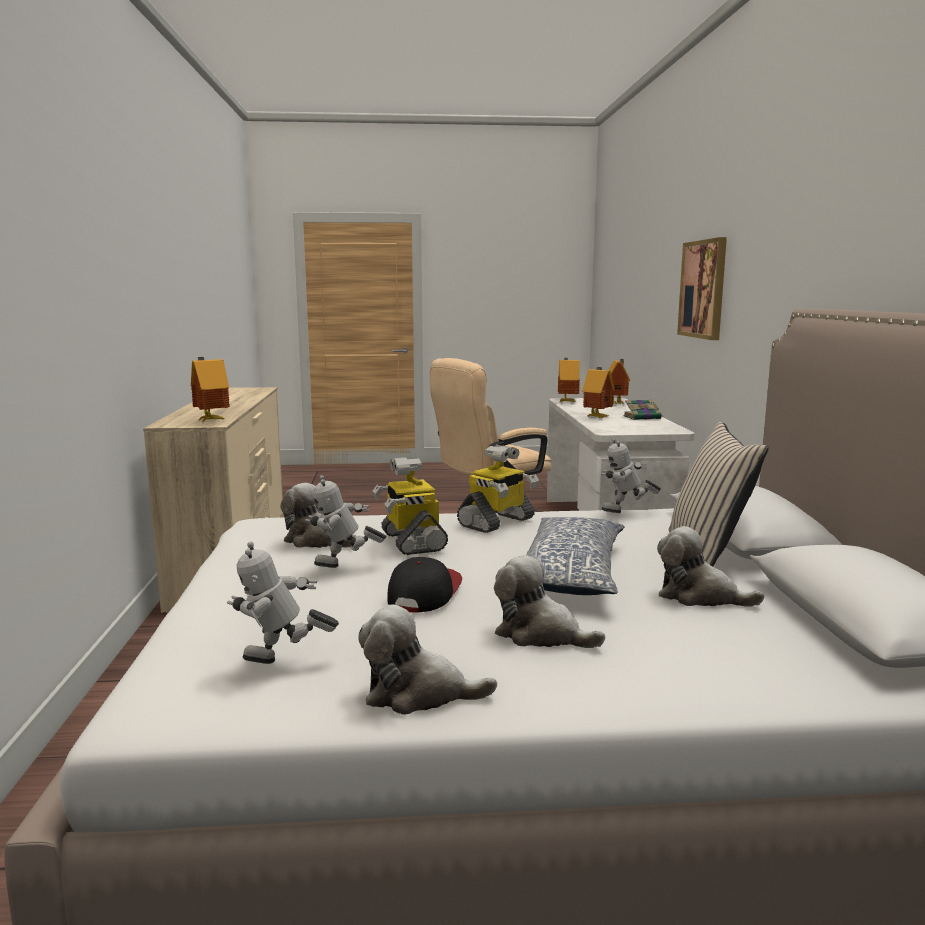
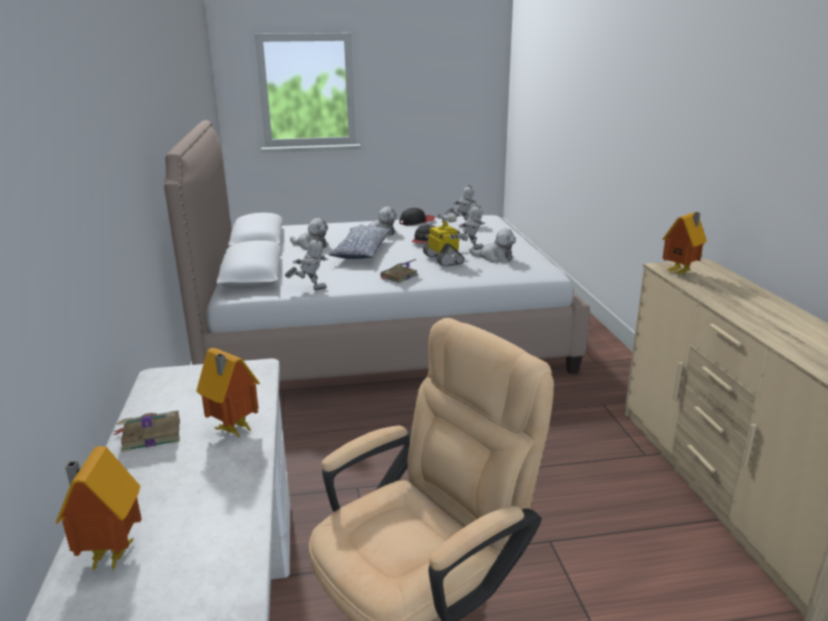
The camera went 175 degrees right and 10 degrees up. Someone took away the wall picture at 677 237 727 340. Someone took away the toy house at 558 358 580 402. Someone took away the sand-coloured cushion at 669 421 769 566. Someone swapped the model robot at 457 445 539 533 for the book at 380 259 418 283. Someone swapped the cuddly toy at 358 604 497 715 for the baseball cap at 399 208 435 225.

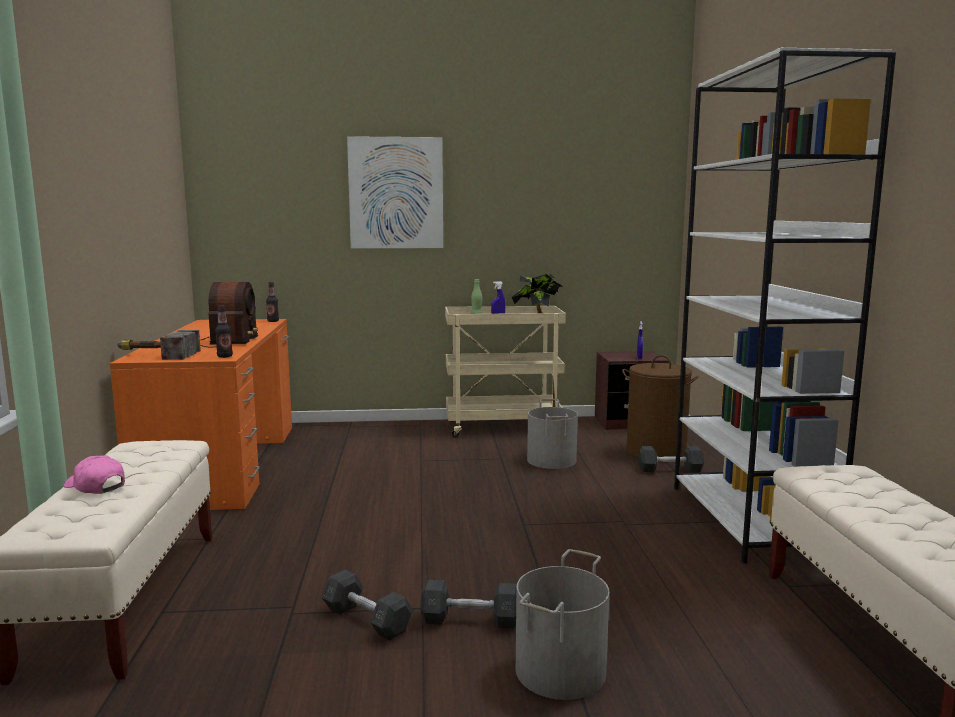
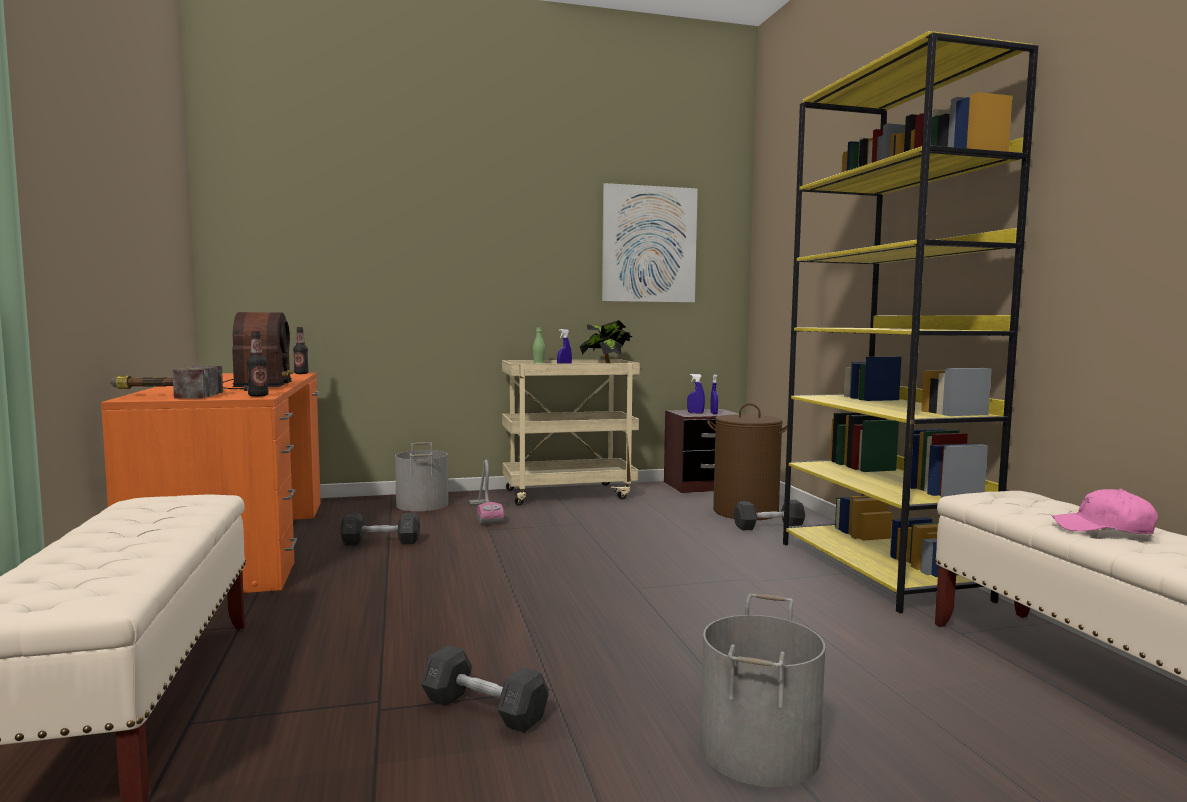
The camera went 10 degrees left and 5 degrees down. Someone repainted the white-coloured bookshelf at 674 48 896 564, which became the yellowish bookshelf at 783 31 1038 613. Someone carried the wall picture from 347 136 443 248 to 602 183 698 303. Someone carried the grey pail from 527 399 578 469 to 395 442 448 511. Someone carried the pink-coloured baseball cap from 64 455 125 494 to 1052 488 1158 534. Someone carried the grey hand weight from 420 580 517 628 to 340 513 420 545. Someone put down the bluish spray bottle at 687 374 705 414. Someone put down the vacuum at 469 460 504 524.

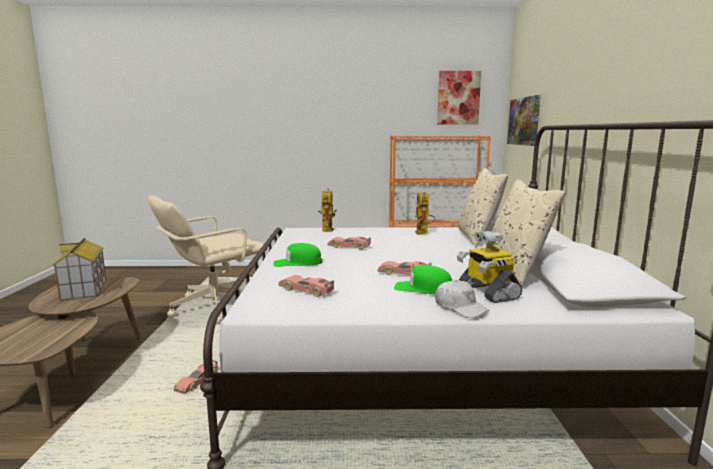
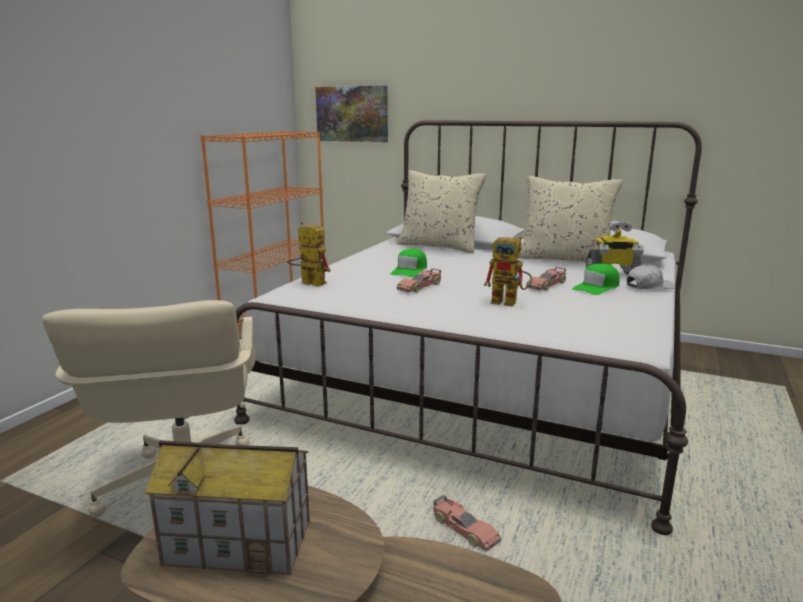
The camera went 65 degrees left and 5 degrees up. Someone took away the wall picture at 437 71 481 125. Someone carried the model robot from 415 192 436 235 to 484 236 532 306. Someone carried the green baseball cap from 273 243 322 267 to 391 249 427 277. Someone took away the model car at 278 275 334 297.

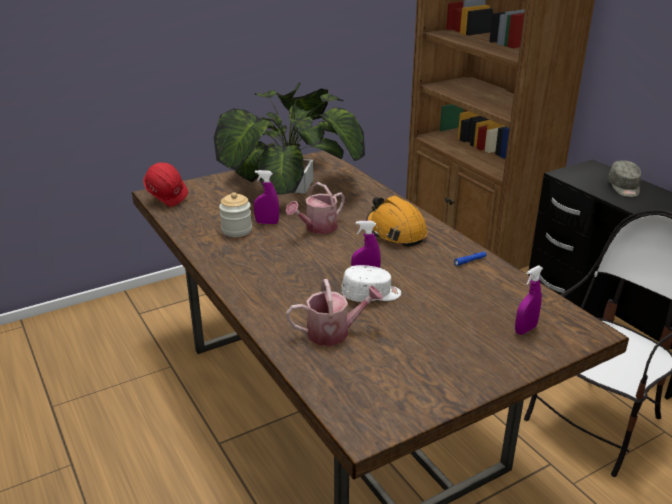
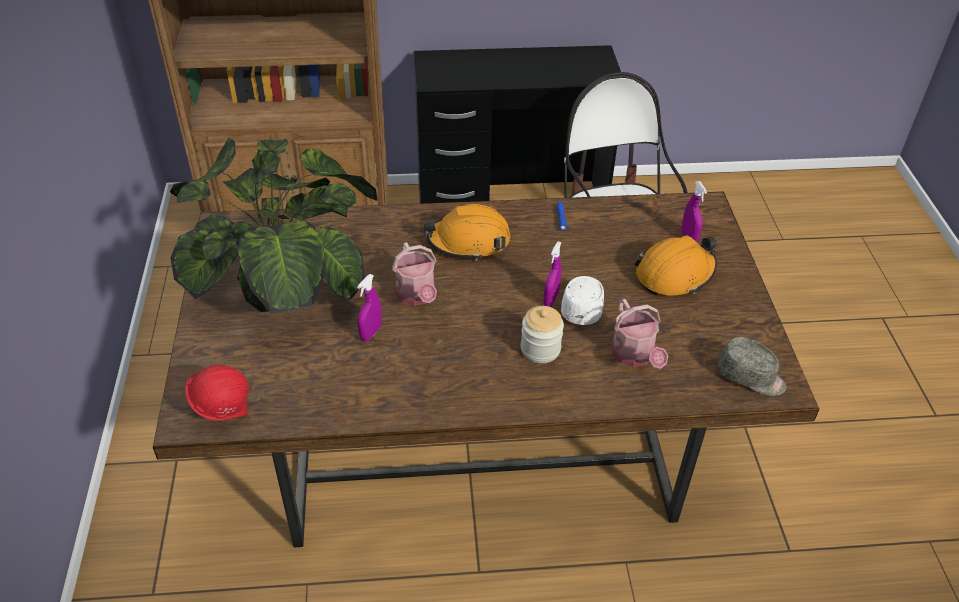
The camera went 65 degrees left and 15 degrees up. Someone carried the grey baseball cap from 608 160 641 197 to 718 337 787 396. Someone carried the preserve jar from 219 192 252 237 to 521 306 564 363. Someone rotated the watering can at 286 279 383 346 by 150 degrees clockwise. Someone put down the orangey safety helmet at 634 235 717 295.

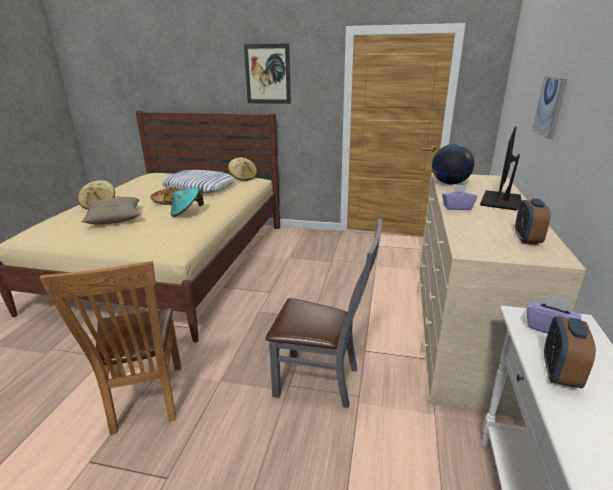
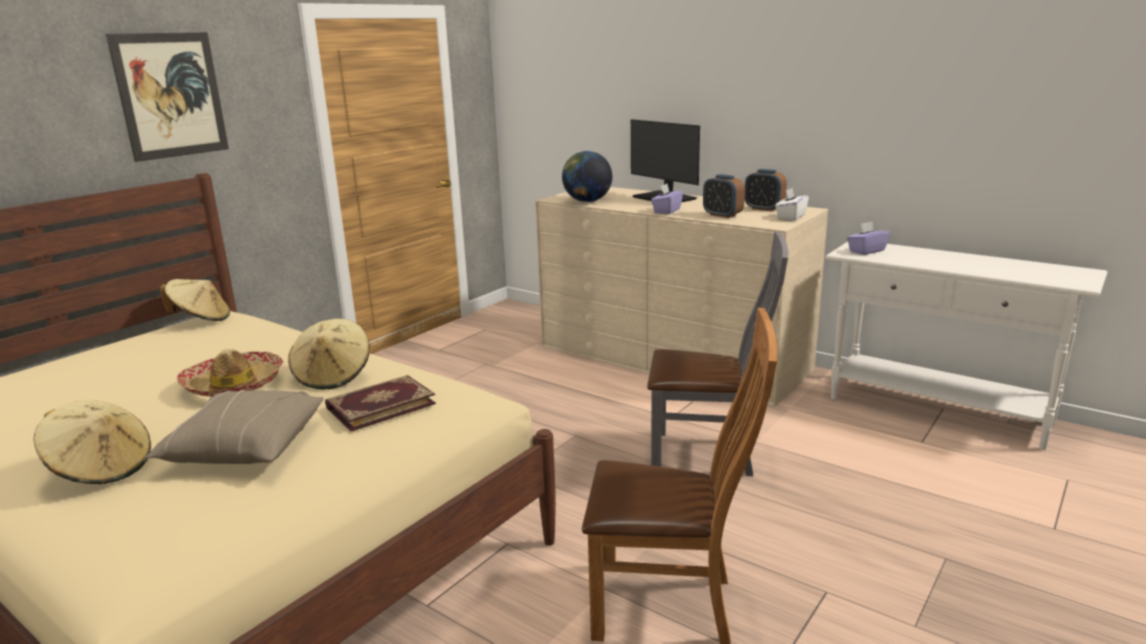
The camera went 65 degrees left and 5 degrees down. Someone took away the wall picture at 533 76 567 139. Someone took away the cushion at 162 170 235 193. Someone repainted the turquoise-coloured hat at 171 188 204 217, which became the sand-coloured hat at 288 319 370 389. Someone rotated the grey chair at 266 219 382 408 by 60 degrees clockwise. Someone carried the bedside clock from 544 316 596 388 to 703 174 745 218. Someone put down the white-coloured tissue box at 775 188 809 220. Someone put down the book at 325 375 436 431.

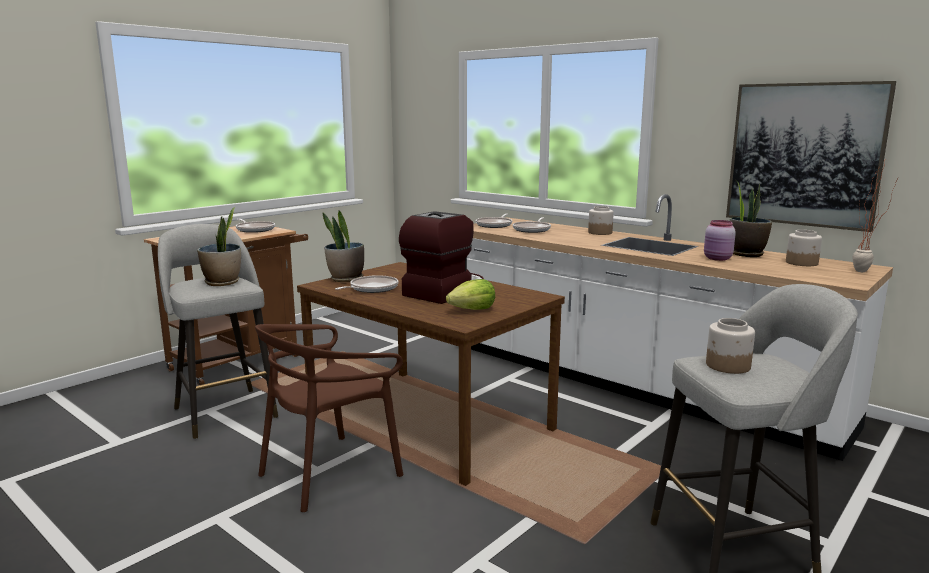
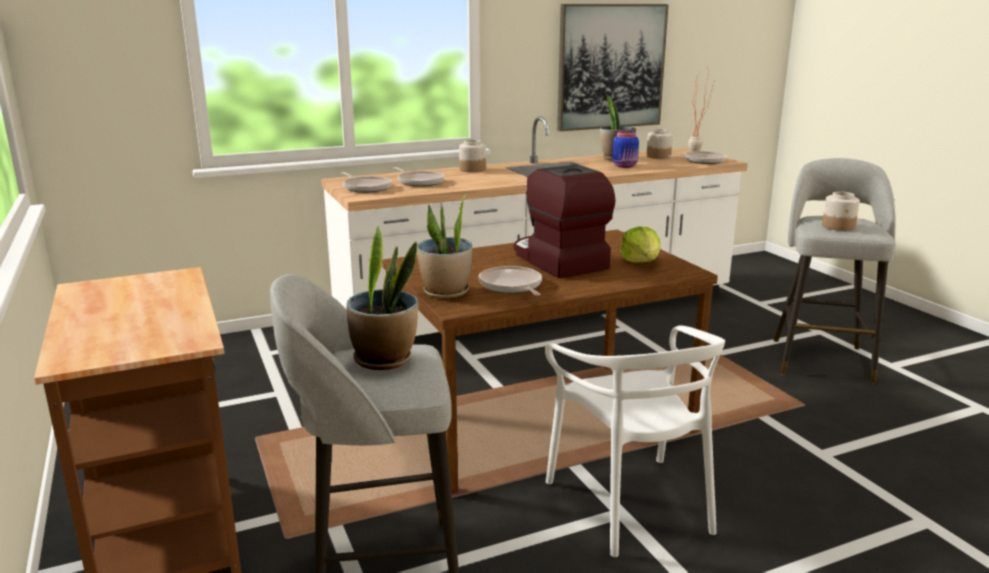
The camera went 65 degrees left and 5 degrees up. Someone carried the pan from 236 219 275 233 to 669 151 726 164. Someone repainted the pink-coloured preserve jar at 704 220 736 261, which became the bluish preserve jar at 612 131 639 168. Someone repainted the brownish chair at 255 324 403 512, which became the white-coloured chair at 545 326 725 557.

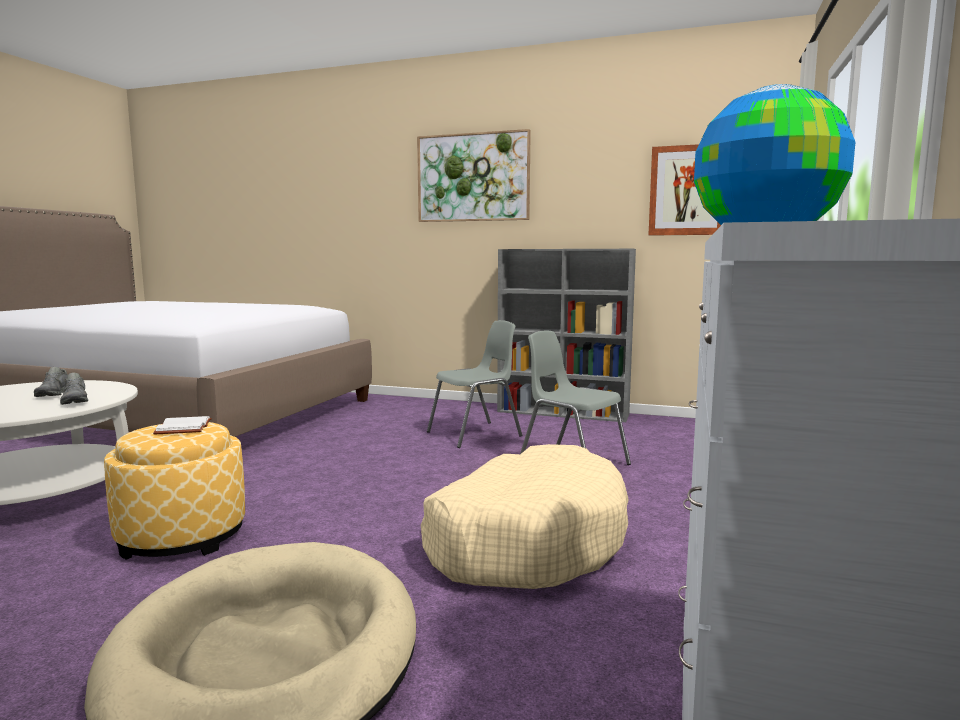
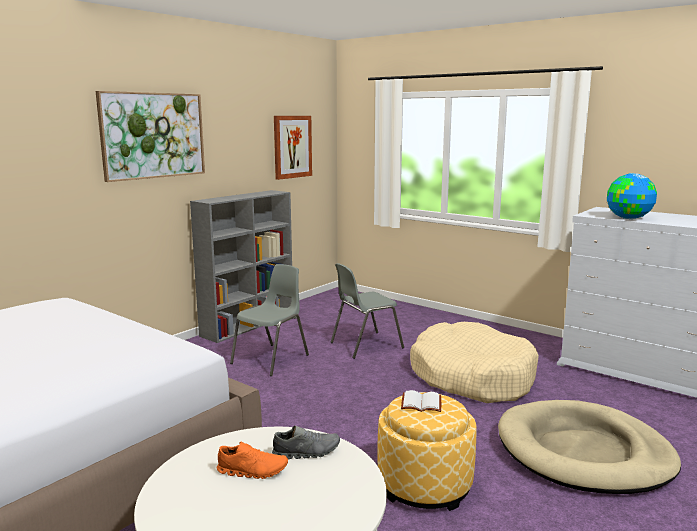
The camera went 70 degrees left and 5 degrees up. Someone rotated the grey chair at 427 320 522 448 by 45 degrees clockwise. Someone repainted the grey item of footwear at 34 367 68 397, which became the orangey item of footwear at 217 442 288 479.

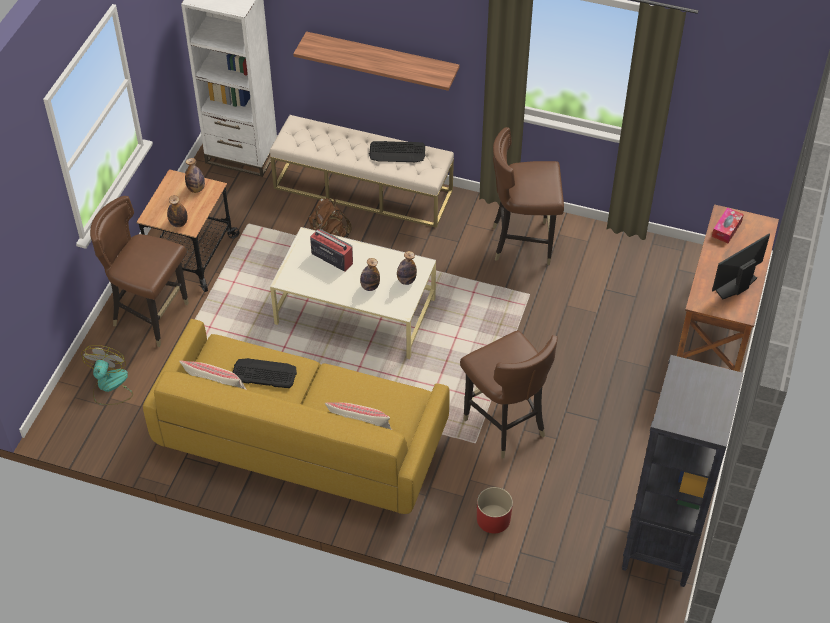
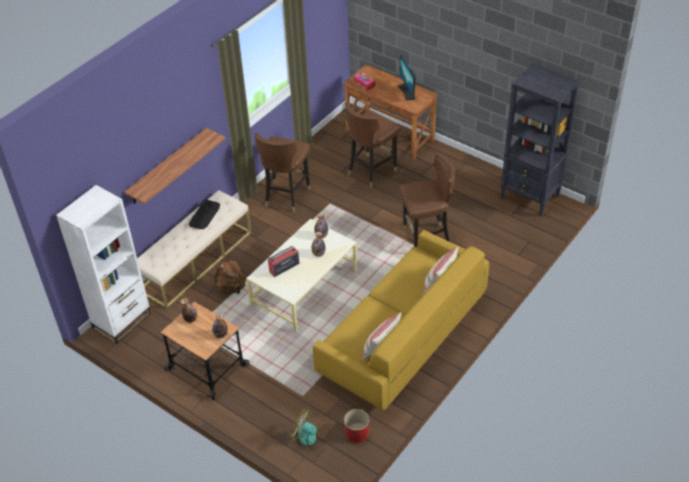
The camera went 70 degrees left and 5 degrees down. Someone carried the brownish chair from 90 196 189 347 to 345 102 401 187. Someone took away the PC keyboard at 233 358 297 388. Someone carried the reddish flower pot from 477 487 513 533 to 344 409 370 443.

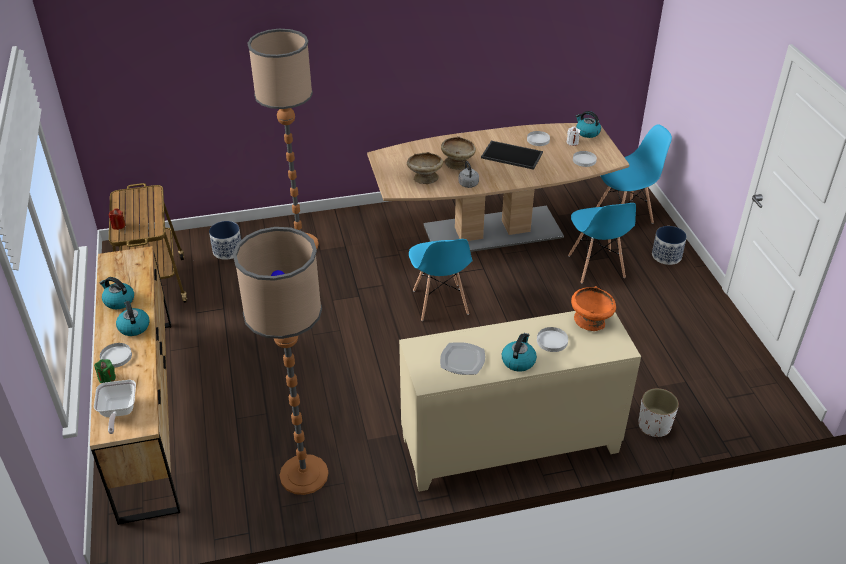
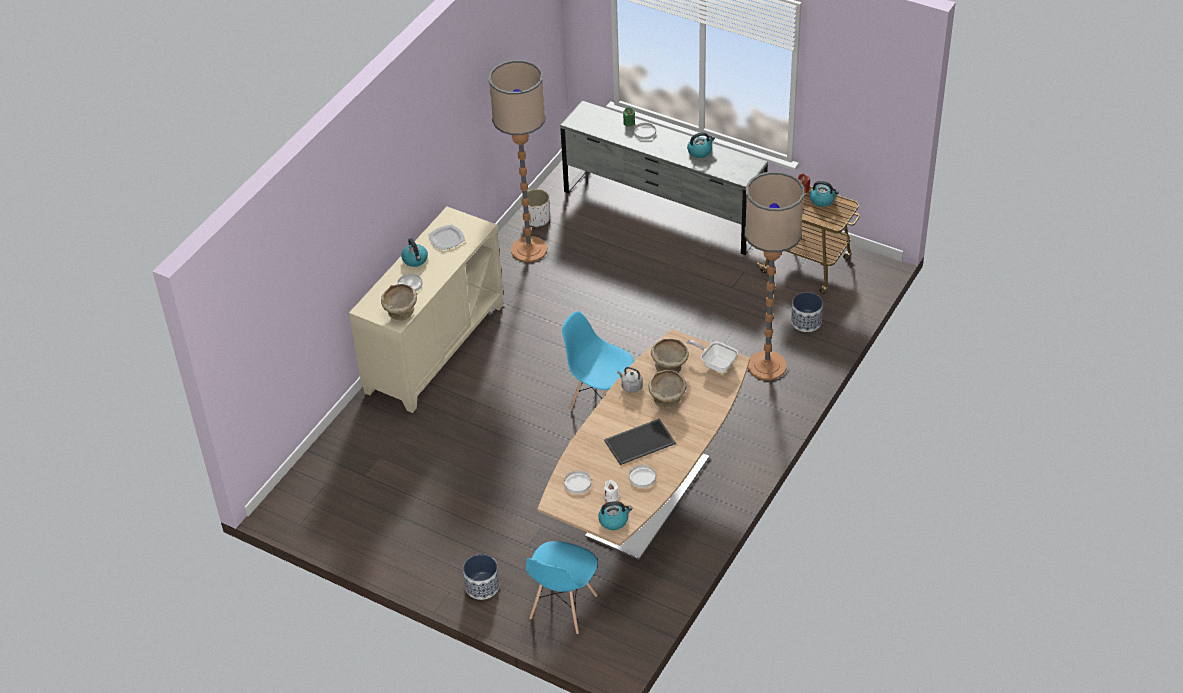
The camera went 135 degrees right and 5 degrees up. Someone took away the bluish chair at 568 203 636 284. Someone repainted the brownish drawer chest at 90 246 180 525, which became the grey drawer chest at 560 101 768 255. Someone repainted the orangey deep dish at 571 286 616 331, which became the sand-coloured deep dish at 381 284 417 321. Someone carried the tea kettle from 116 301 149 336 to 810 181 839 207. Someone carried the pan from 94 380 136 434 to 687 340 738 373. Someone carried the white-coloured flower pot from 638 388 679 437 to 522 189 550 228.

